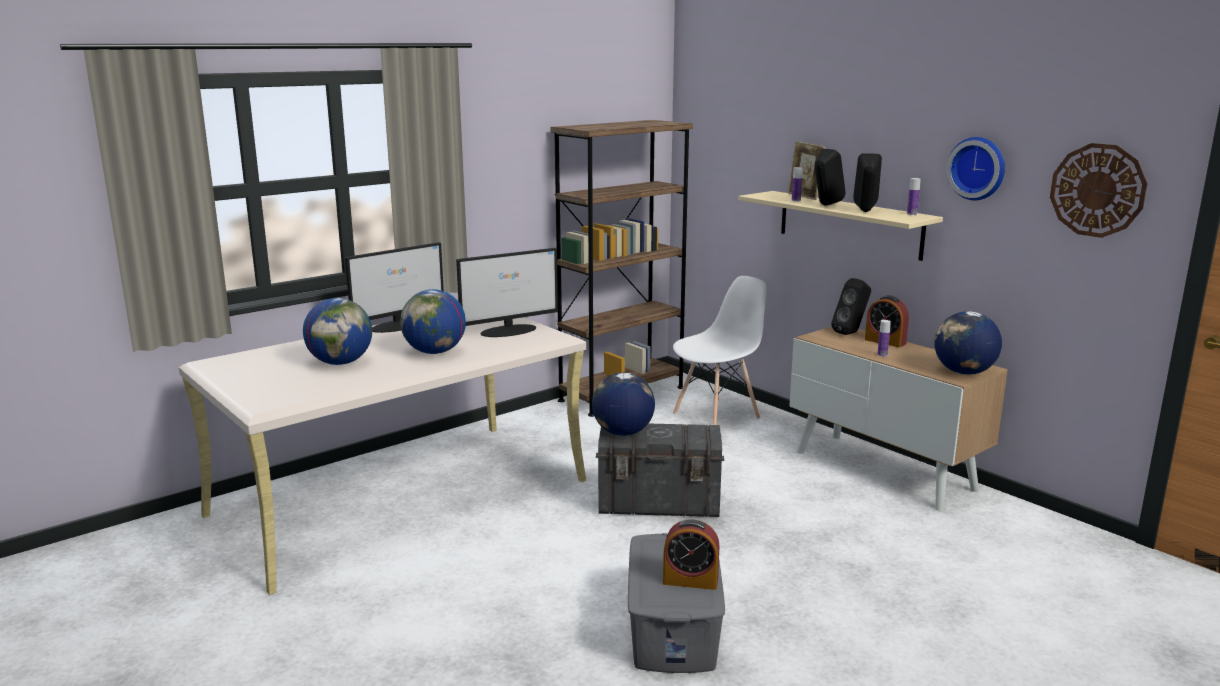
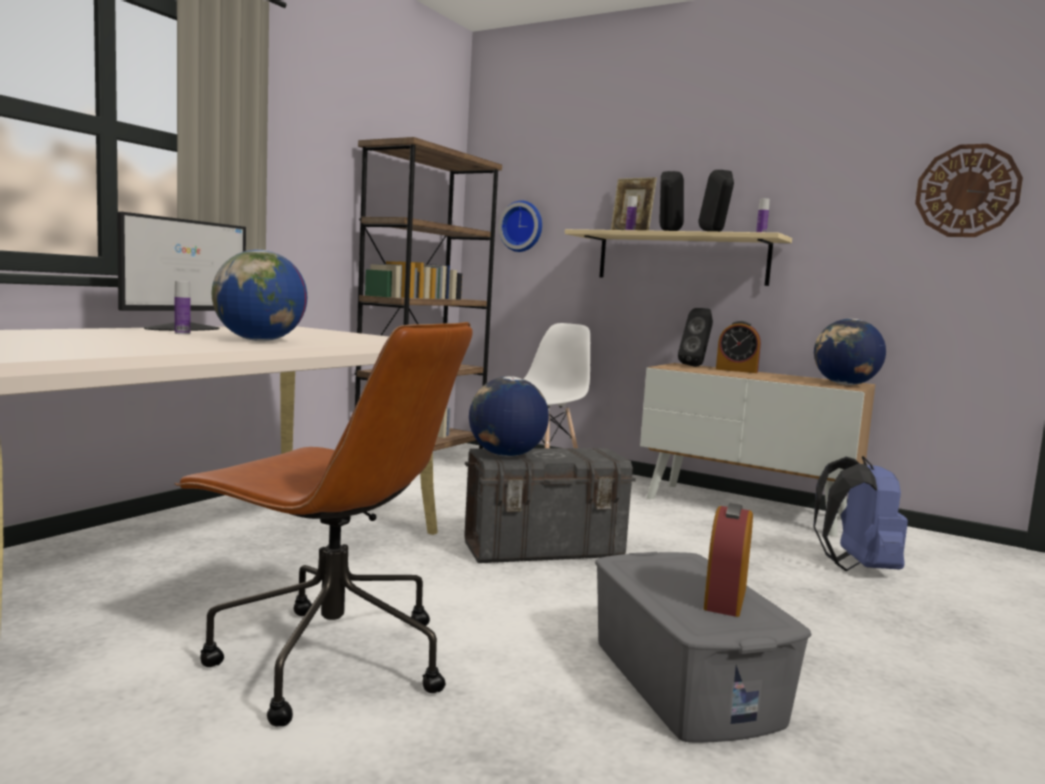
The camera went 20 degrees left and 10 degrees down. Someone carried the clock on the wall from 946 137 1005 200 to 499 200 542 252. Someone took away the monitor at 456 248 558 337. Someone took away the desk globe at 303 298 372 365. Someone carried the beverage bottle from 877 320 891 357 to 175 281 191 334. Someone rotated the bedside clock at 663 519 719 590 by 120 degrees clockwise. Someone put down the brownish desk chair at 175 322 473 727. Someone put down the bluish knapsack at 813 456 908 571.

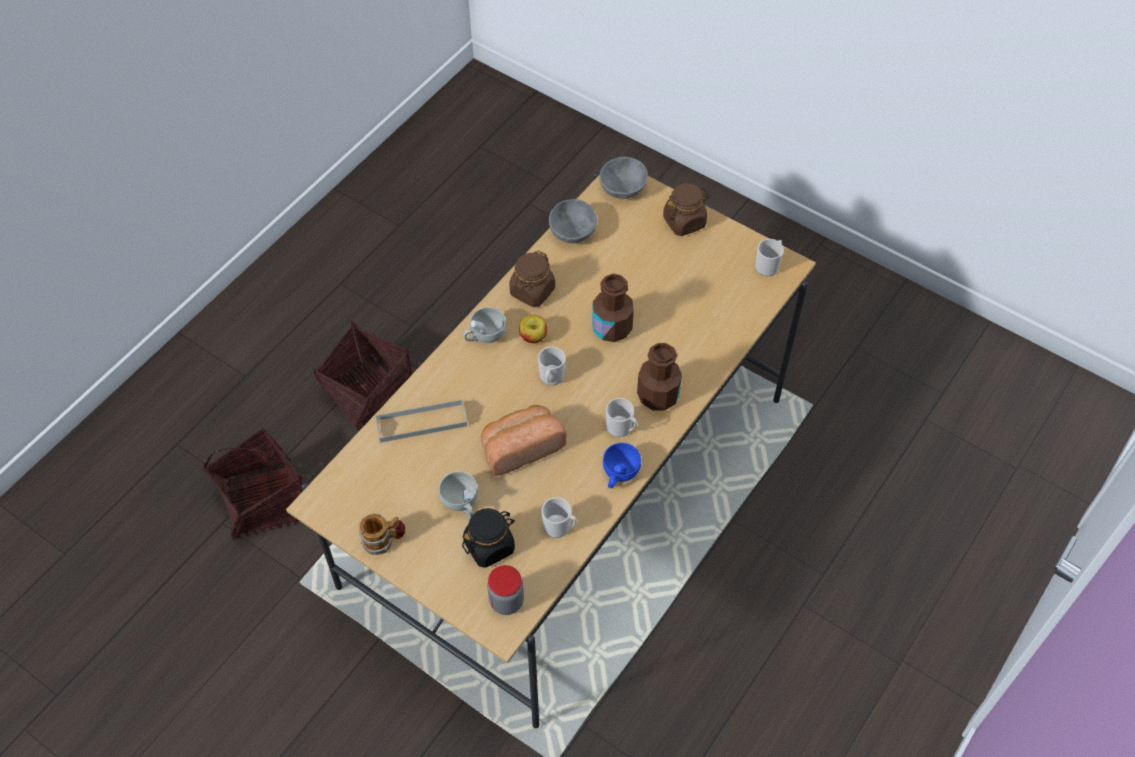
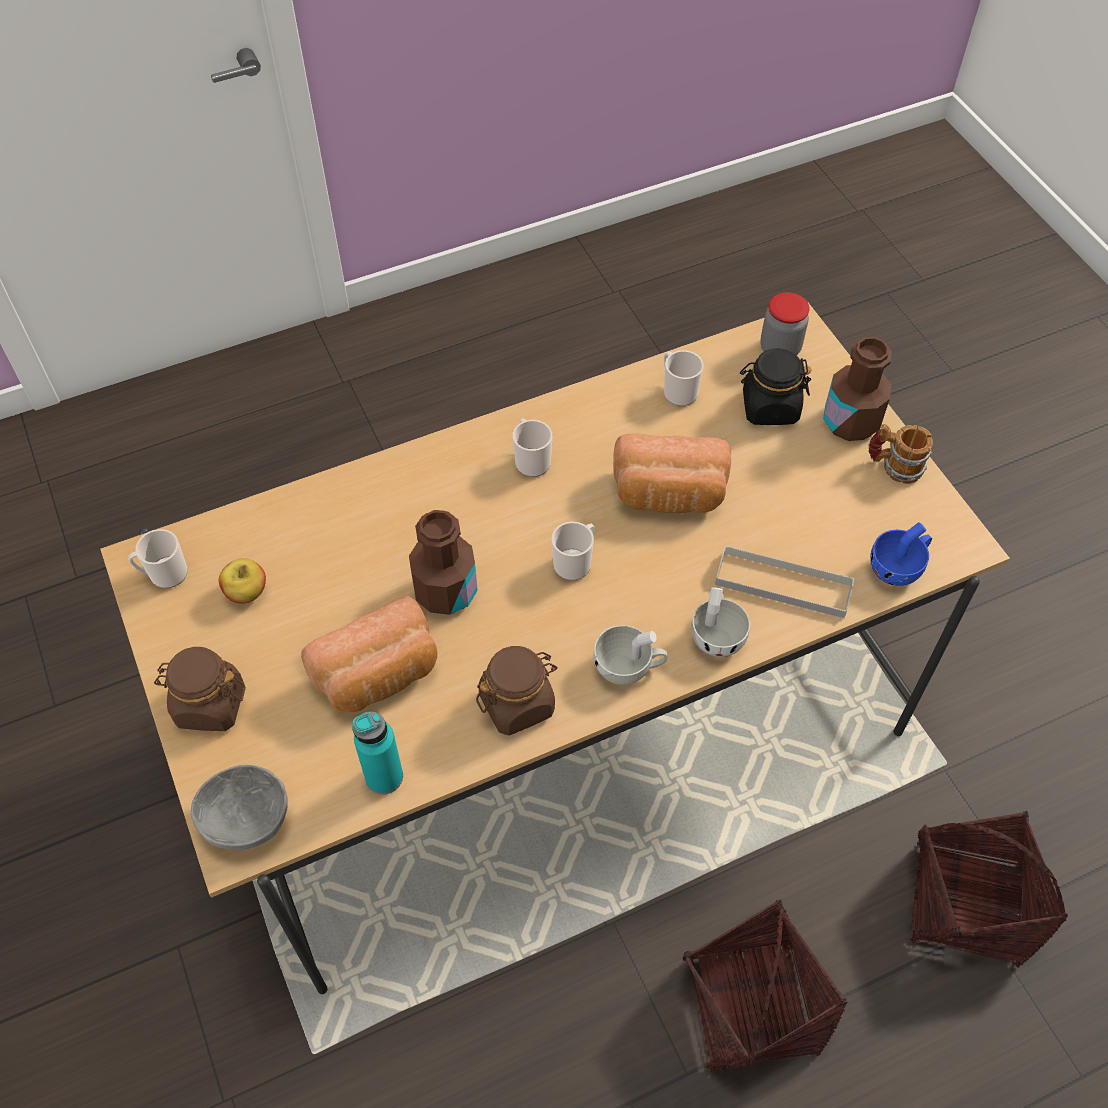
The camera went 150 degrees left and 0 degrees up. Someone swapped the grey deep dish at 549 199 597 243 for the turquoise-coloured beverage bottle at 352 711 403 794. Someone carried the whole apple from 519 315 548 343 to 219 558 266 604. Someone carried the brownish beverage bottle from 637 343 682 411 to 823 337 892 441. Someone carried the bluish cup from 603 443 641 488 to 870 522 932 586. Someone carried the white-coloured cup from 439 471 478 518 to 691 587 750 657. Someone put down the bread at 301 596 437 712.

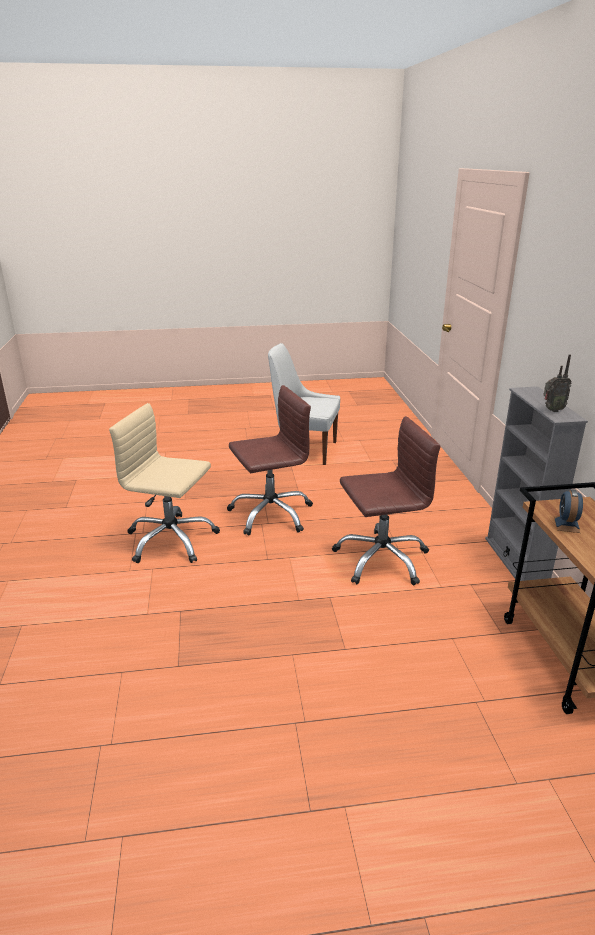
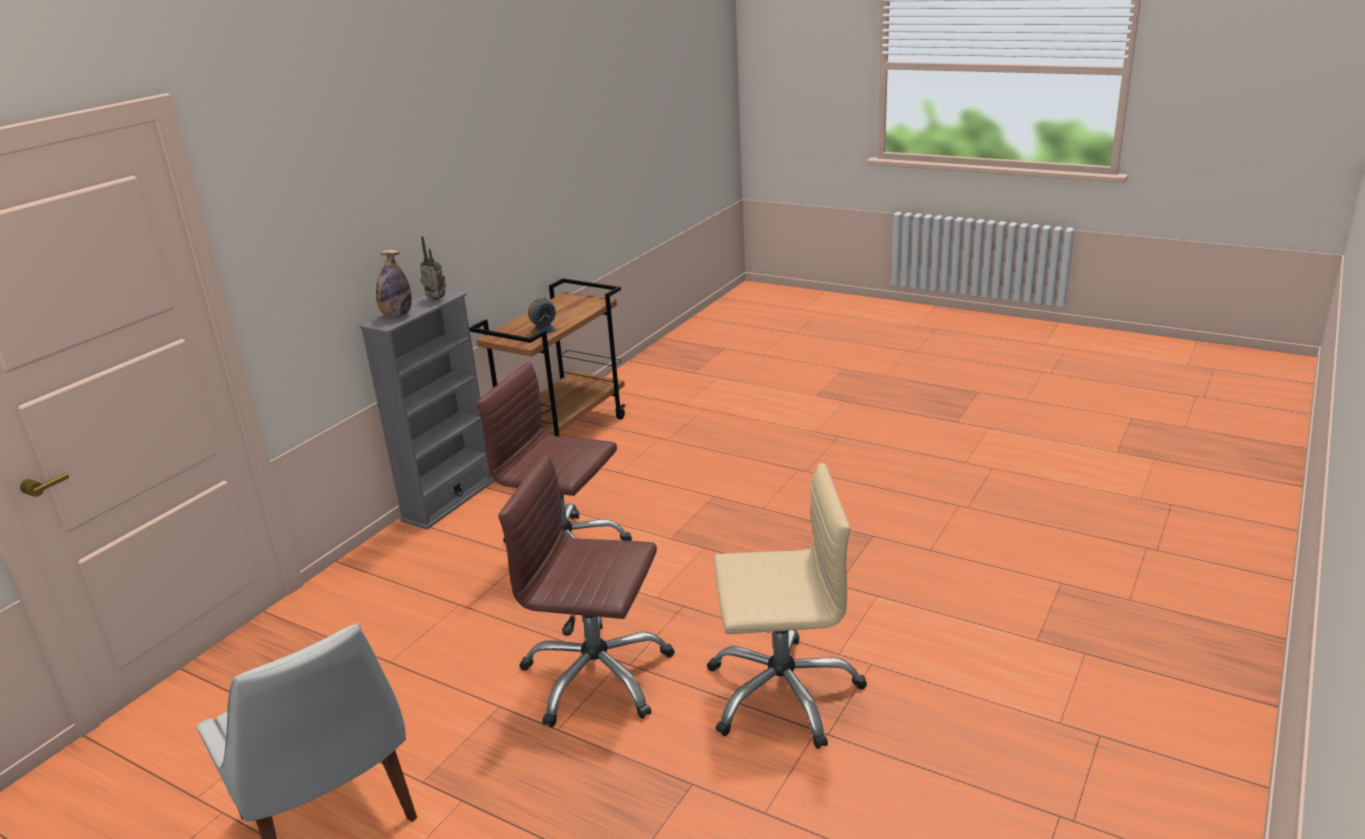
The camera went 140 degrees left and 0 degrees up. Someone rotated the sand-coloured desk chair at 109 403 220 563 by 60 degrees counterclockwise. Someone put down the beverage bottle at 376 250 412 318.

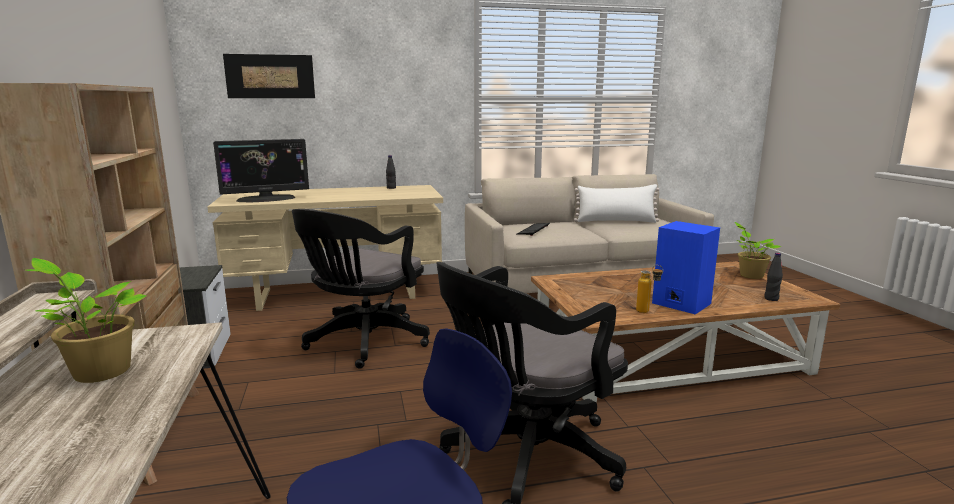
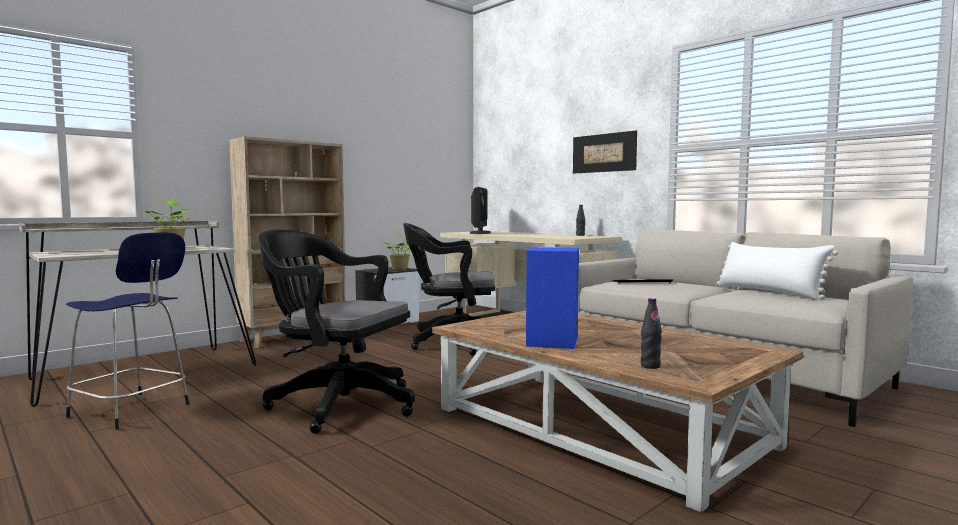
The camera went 60 degrees right and 10 degrees down. Someone carried the wall picture from 223 54 315 98 to 573 130 637 174. Someone rotated the monitor at 213 139 309 202 by 120 degrees counterclockwise. Someone carried the potted plant from 735 222 781 279 to 385 234 410 270. Someone took away the beverage bottle at 636 265 663 313.

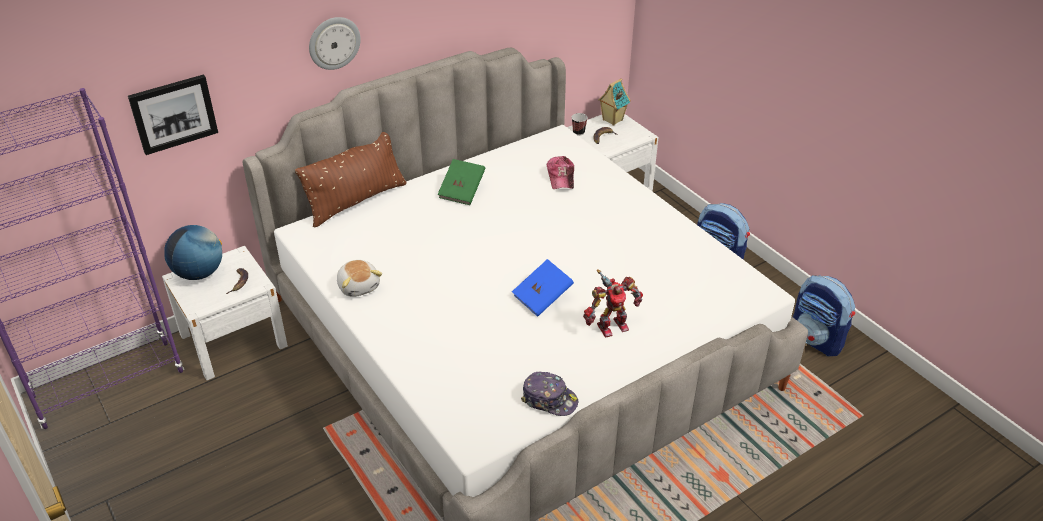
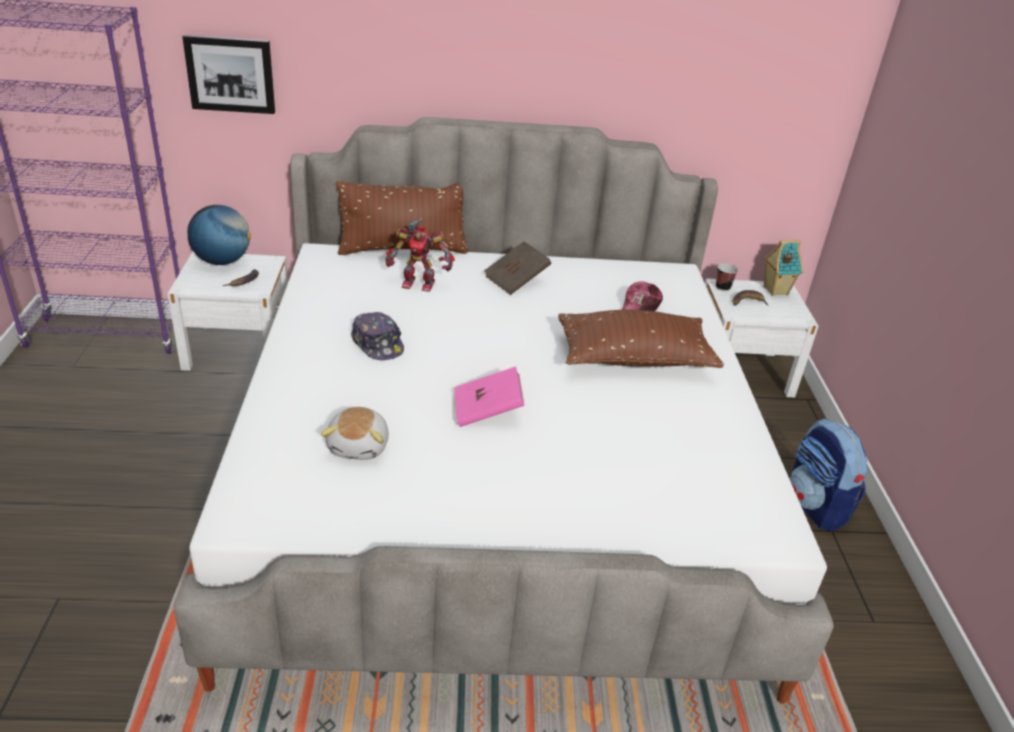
The camera went 30 degrees right and 5 degrees down. Someone took away the clock on the wall at 309 17 361 70. Someone repainted the green book at 438 159 485 205, which became the brownish book at 484 241 551 295. Someone repainted the bluish book at 512 259 574 317, which became the pink-coloured book at 454 366 525 427. Someone carried the cuddly toy from 337 260 382 297 to 321 407 389 460. Someone carried the model robot from 583 270 643 338 to 385 218 455 292. Someone took away the knapsack at 793 275 855 356. Someone carried the baseball cap from 521 372 578 416 to 351 312 404 360. Someone put down the brownish cushion at 558 309 724 368.

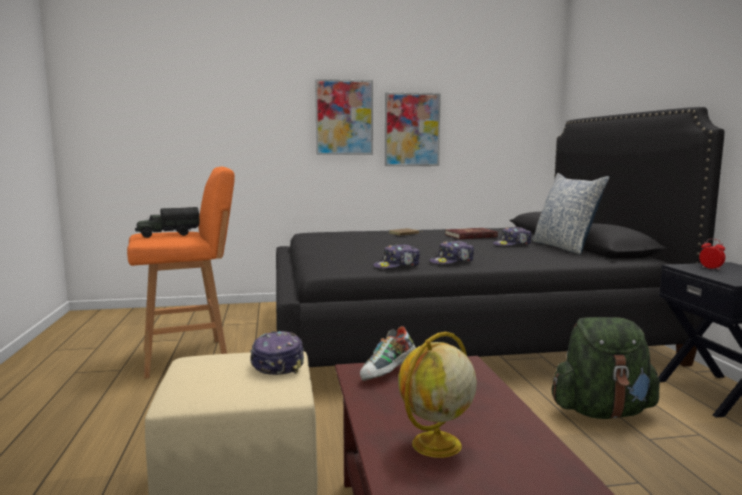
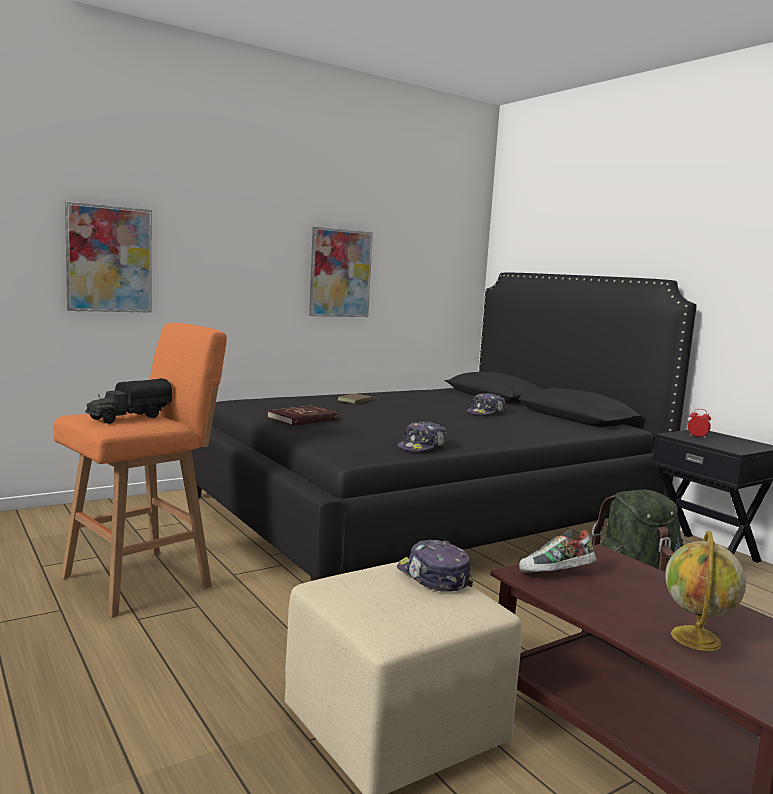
The camera went 25 degrees left and 0 degrees up. Someone carried the wall picture from 315 79 373 155 to 65 202 152 313. Someone took away the cushion at 532 173 610 254. Someone carried the reddish book from 445 228 498 239 to 267 406 339 426. Someone took away the baseball cap at 429 240 474 264. Someone rotated the item of footwear at 360 326 416 381 by 60 degrees clockwise.

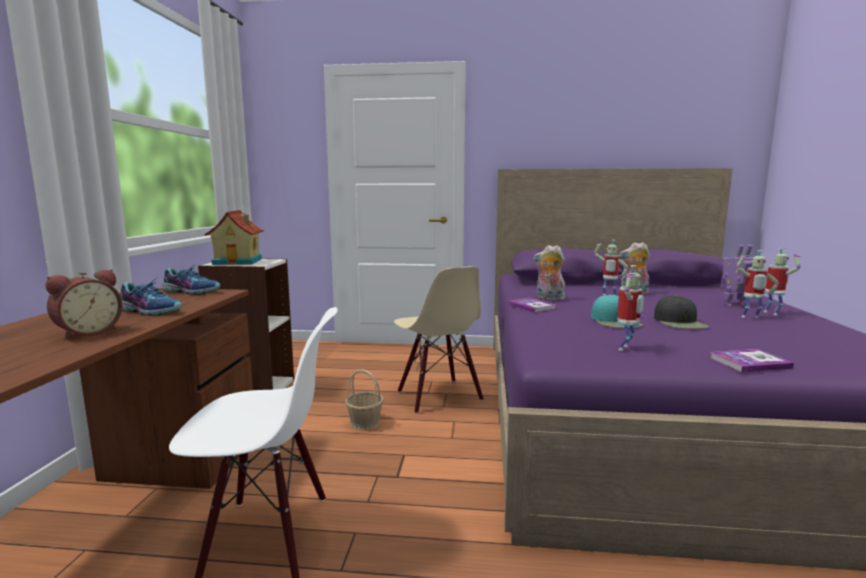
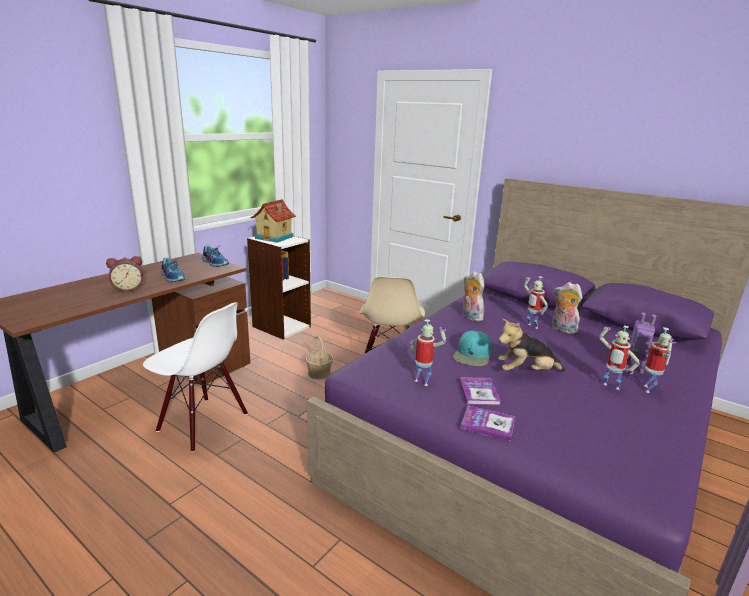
The camera went 30 degrees right and 10 degrees up. Someone rotated the model robot at 617 265 644 351 by 120 degrees counterclockwise. Someone swapped the black baseball cap at 654 295 709 329 for the cuddly toy at 498 318 565 371. Someone carried the book from 508 298 556 313 to 459 377 500 405.

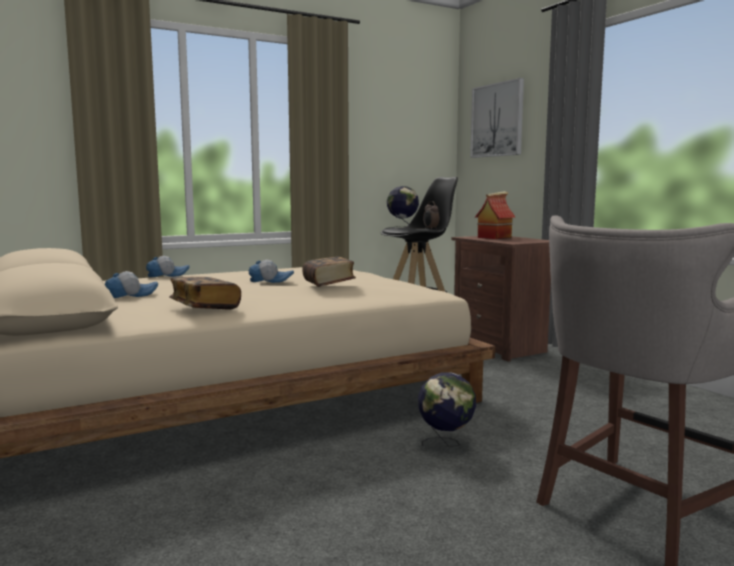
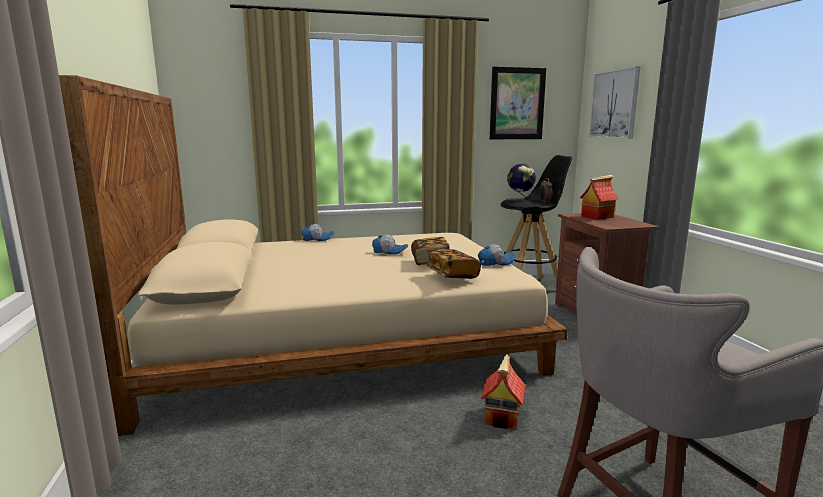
The camera went 15 degrees right and 5 degrees up. Someone carried the baseball cap from 105 271 158 298 to 478 244 516 266. Someone carried the book from 169 277 241 309 to 425 249 481 279. Someone swapped the desk globe at 418 372 476 447 for the toy house at 481 354 526 430. Someone put up the wall picture at 490 67 546 139.

